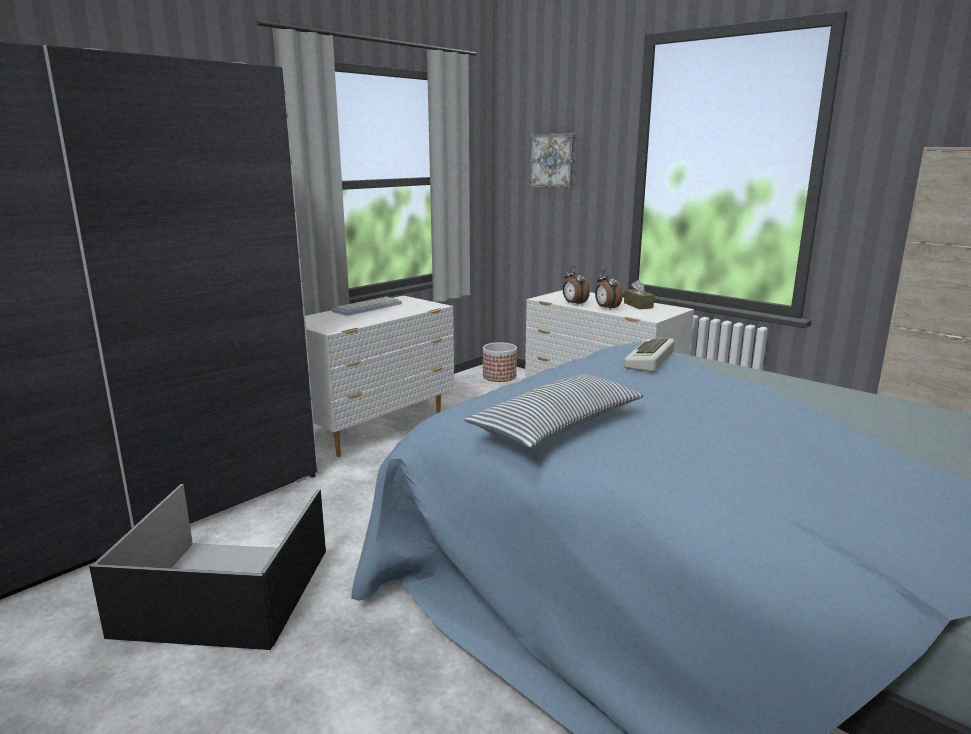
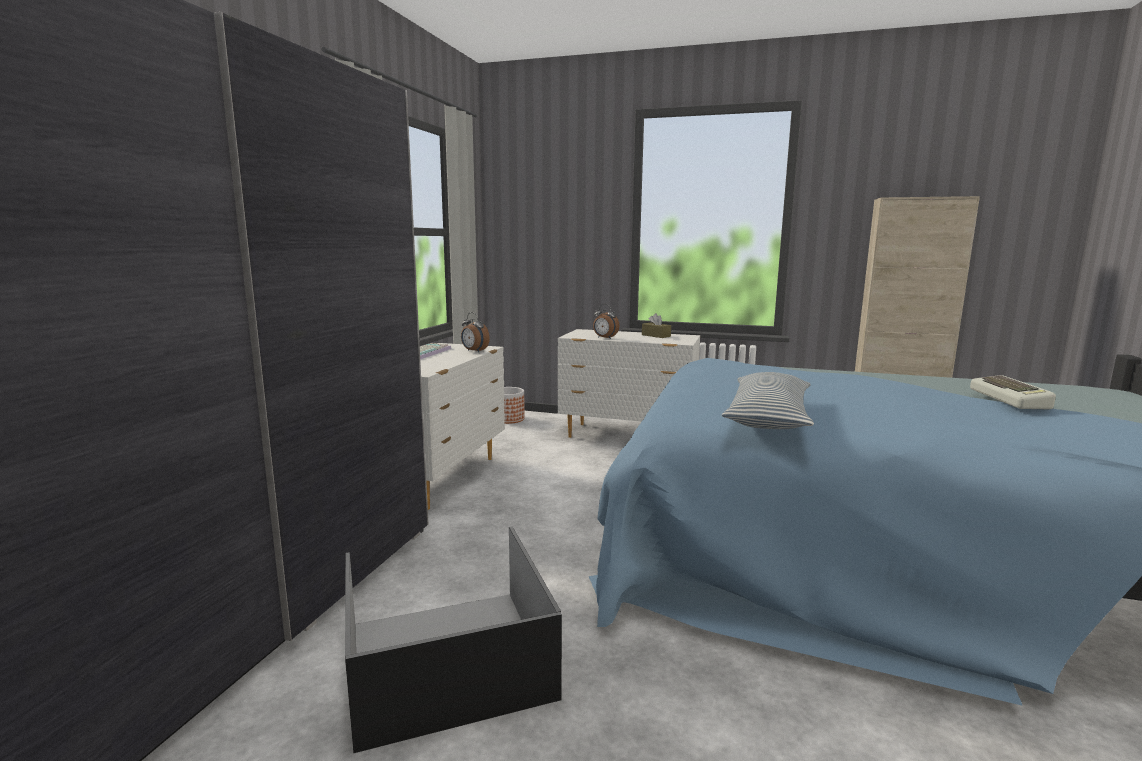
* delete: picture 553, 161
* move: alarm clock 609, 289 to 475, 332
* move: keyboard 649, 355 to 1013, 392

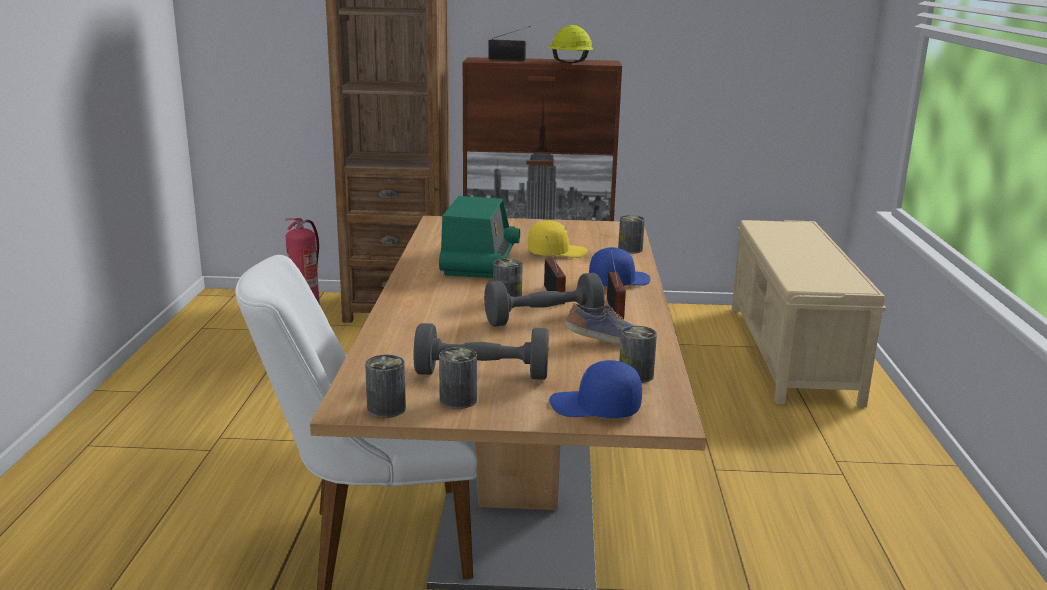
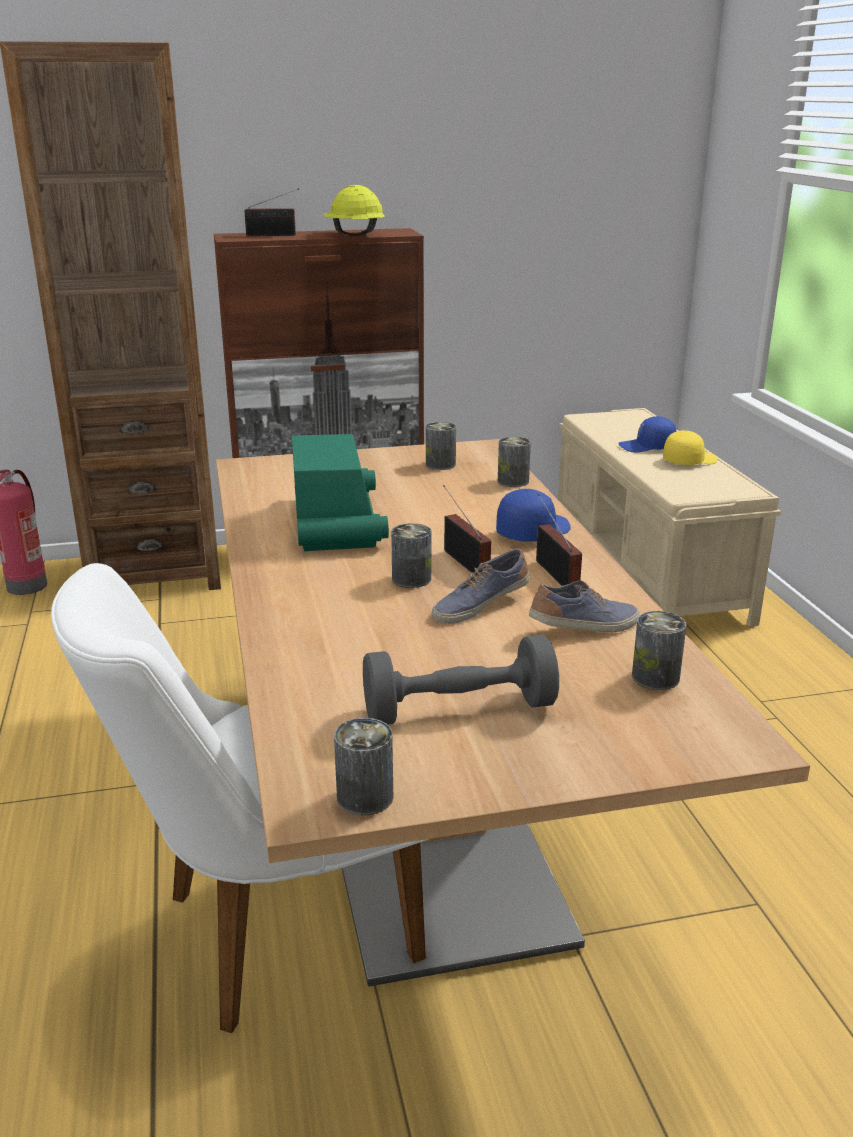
* move: cap (yellow) 558, 239 to 690, 447
* replace: dumbbell (grey) 544, 300 to shoe 481, 586
* move: can 458, 378 to 441, 446
* move: cap (blue) 595, 389 to 647, 434

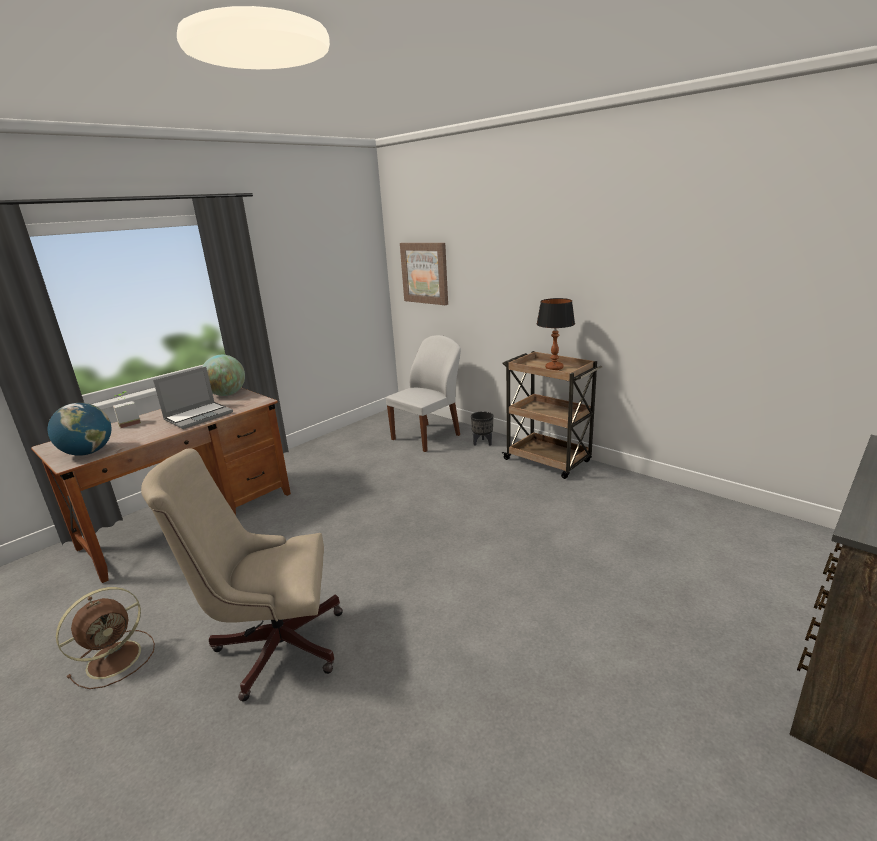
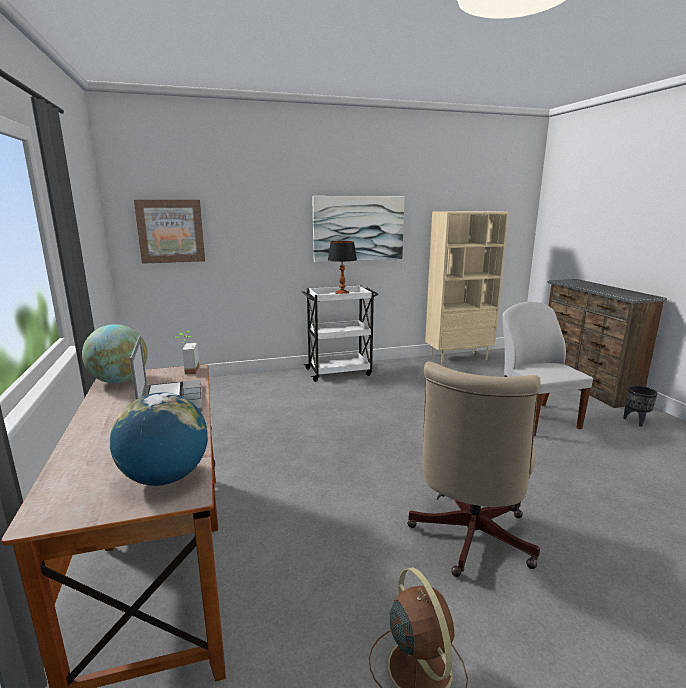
* move: chair (white) 423, 393 to 547, 368
* recolor: cart (brown) 552, 415 to cart (white) 340, 334
* move: potted plant 127, 409 to 187, 352
* move: planter (black) 482, 428 to 640, 406
* insert: picture 358, 229
* insert: bookcase (beige) 467, 288

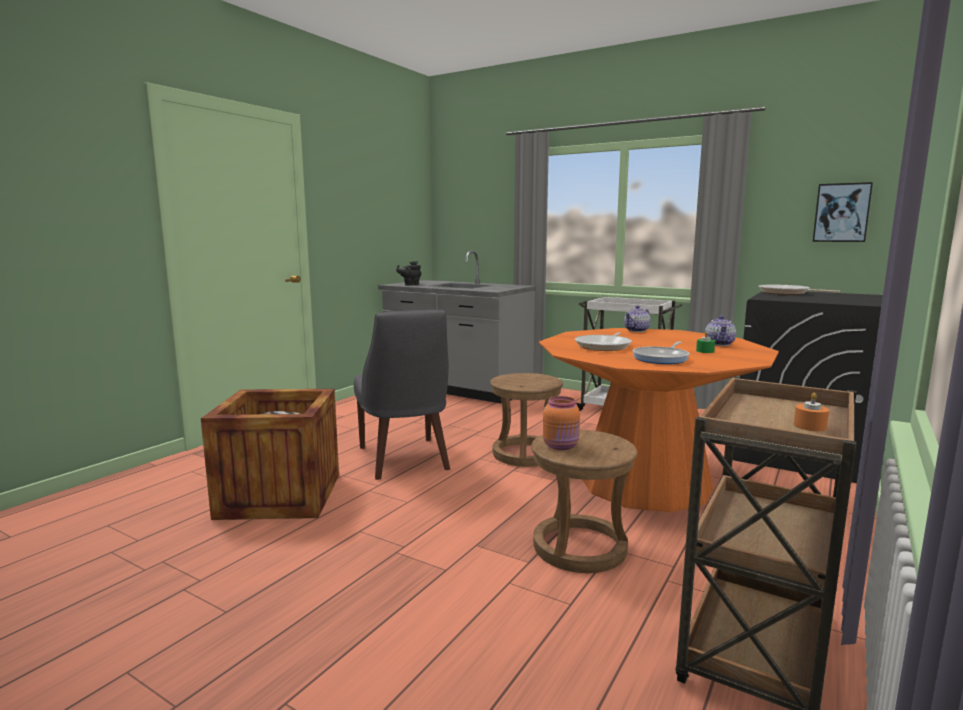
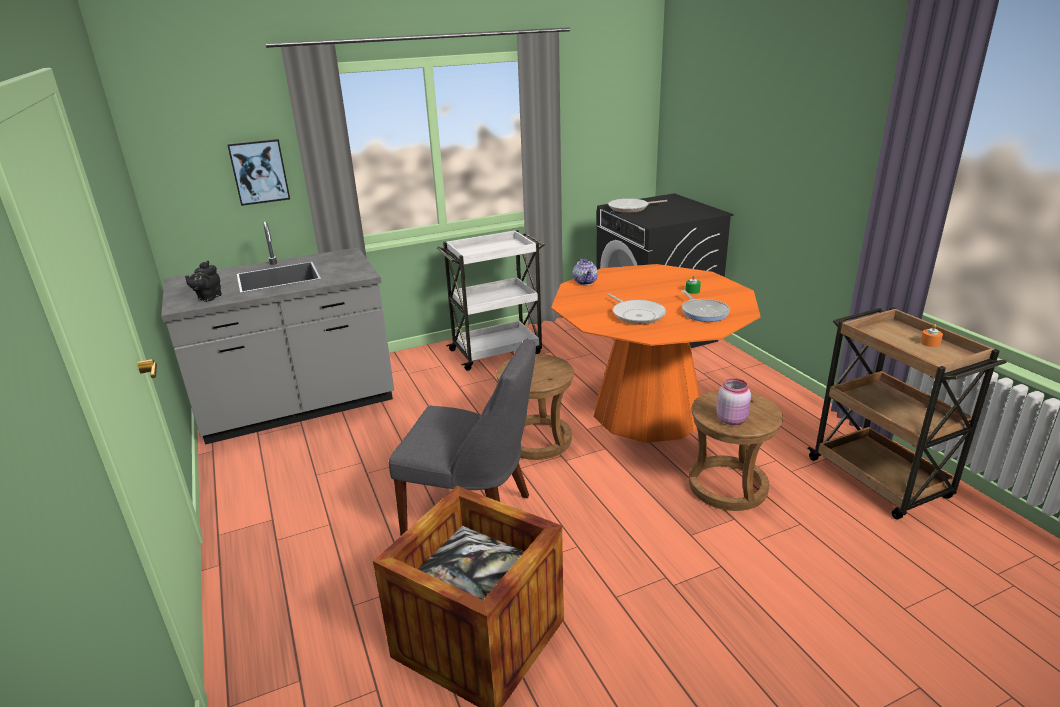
* move: picture 843, 212 to 258, 172
* delete: teapot 720, 331
* recolor: jar (orange) 561, 423 to jar (pink) 733, 401

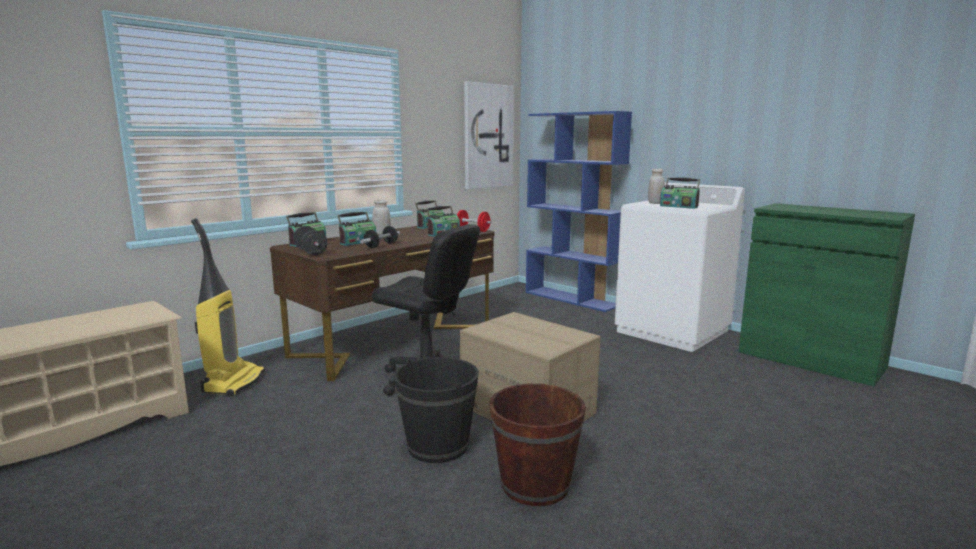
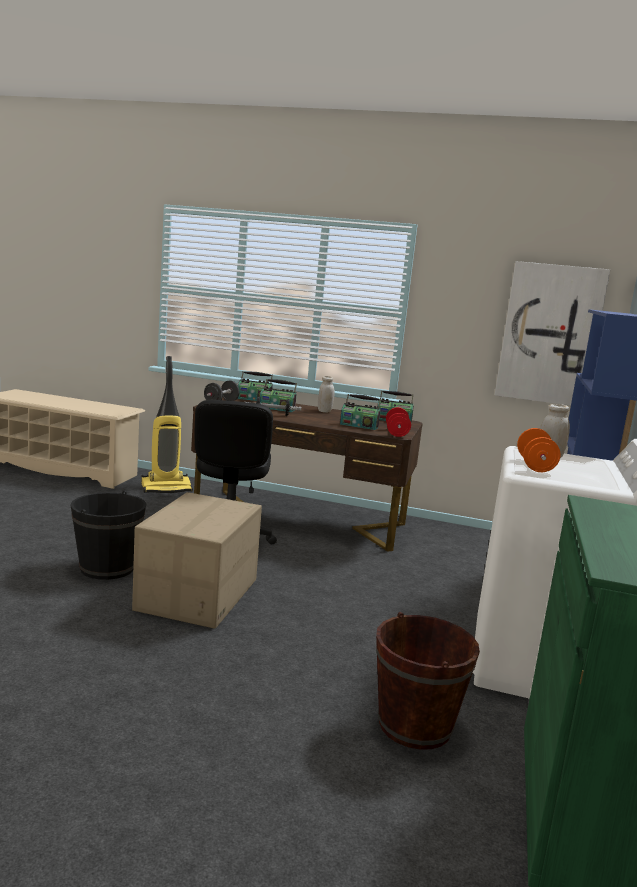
* replace: radio 680, 193 to dumbbell (orange) 539, 450
* move: bucket (brown) 538, 445 to 428, 681

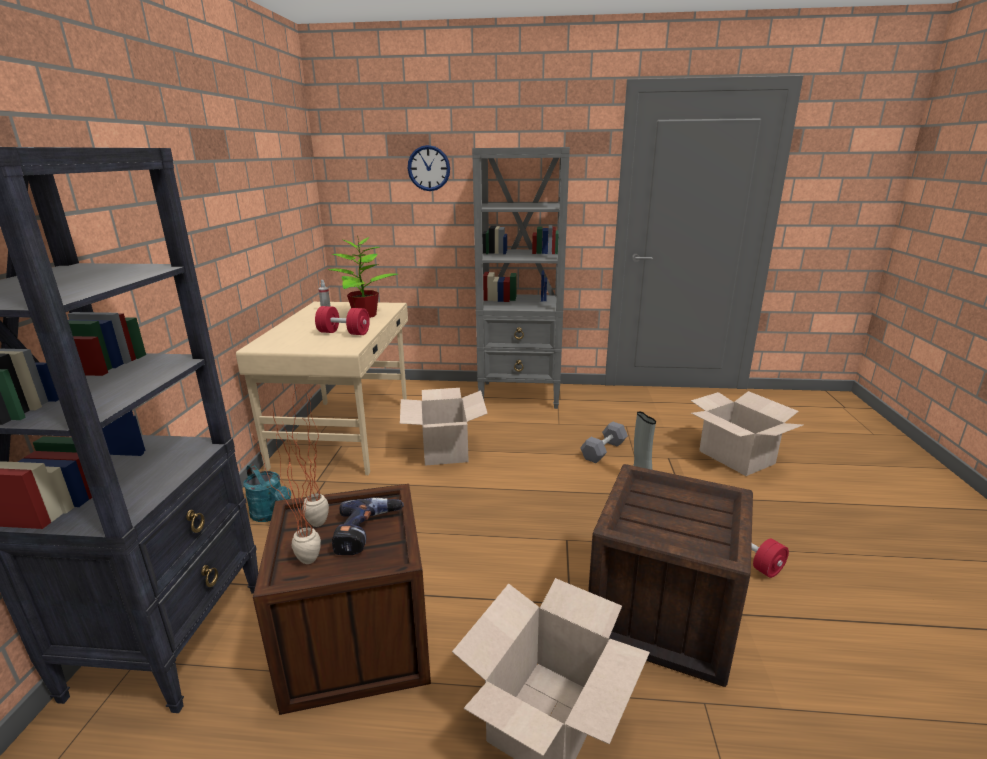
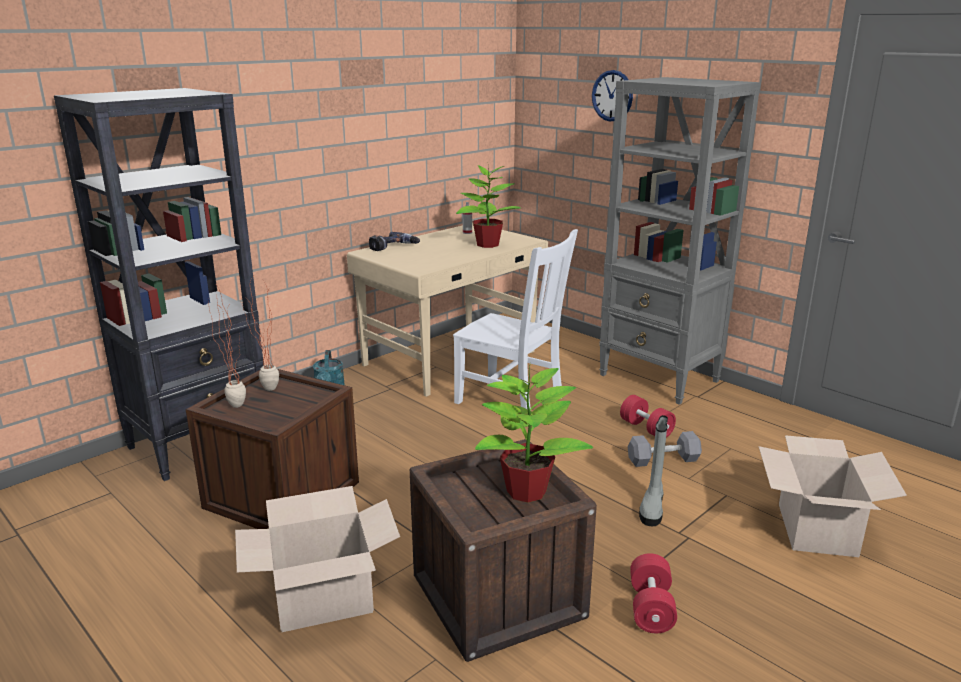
* move: dumbbell (red) 342, 320 to 648, 416
* replace: cardboard box 444, 427 to chair (white) 515, 320
* move: power drill 368, 526 to 394, 241
* insert: potted plant 534, 433

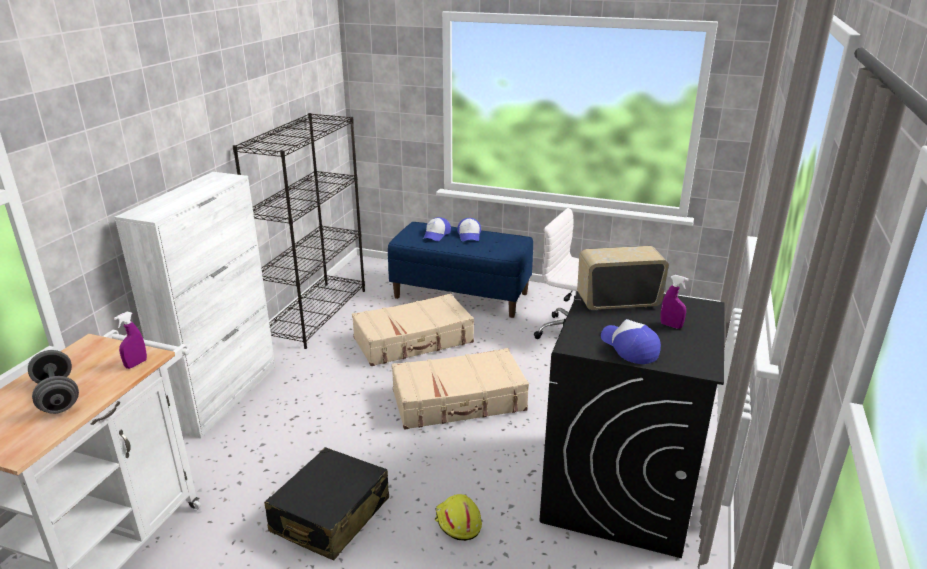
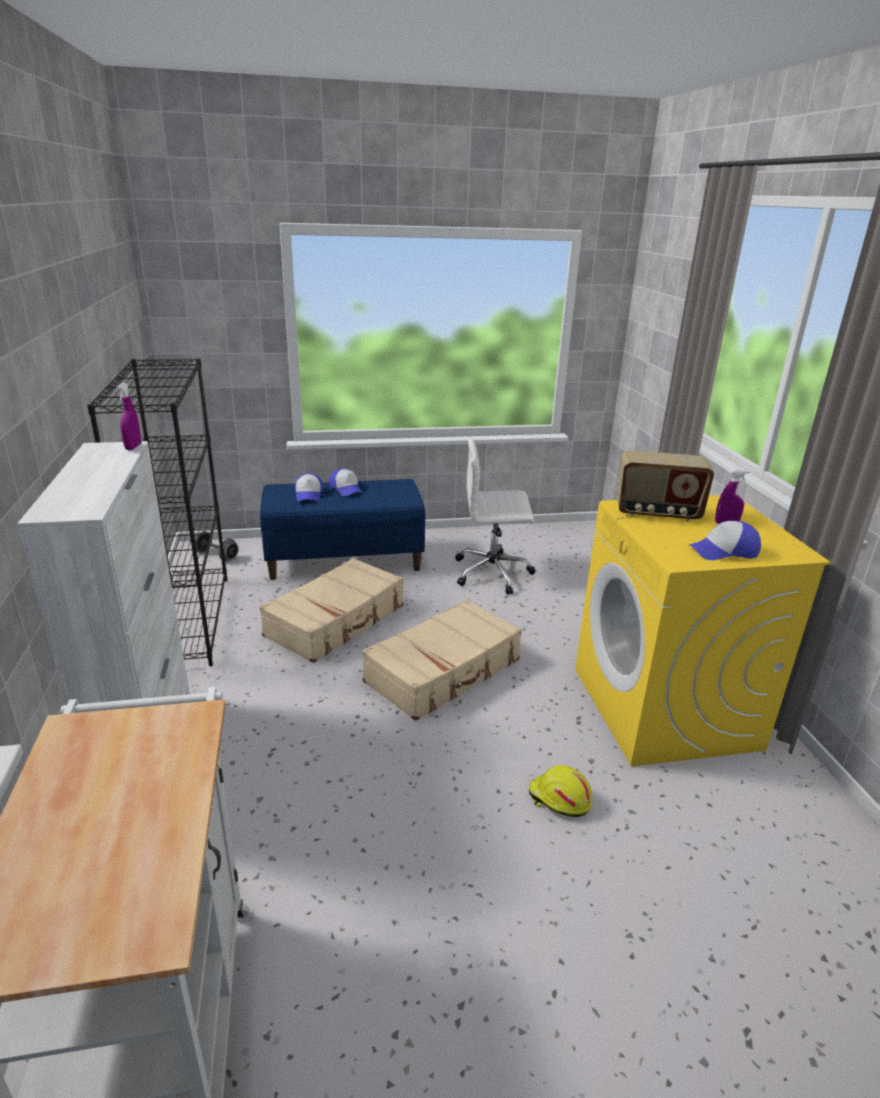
* rotate: radio 623, 278 = 665, 485 135 degrees counterclockwise
* recolor: washing machine (black) 631, 424 to washing machine (yellow) 703, 630
* move: spray bottle (purple) 130, 340 to 128, 416
* rotate: cap 631, 341 = 724, 540 45 degrees counterclockwise
* move: dumbbell (grey) 53, 382 to 216, 546
* delete: suitcase (black) 326, 503

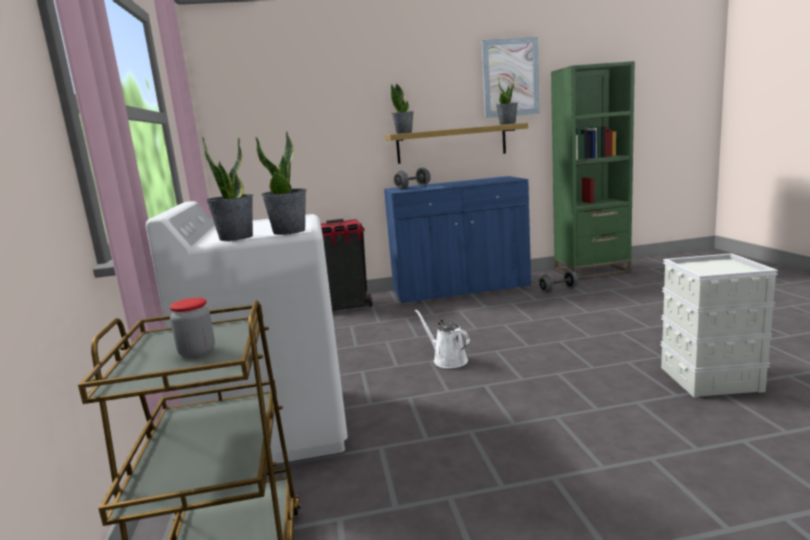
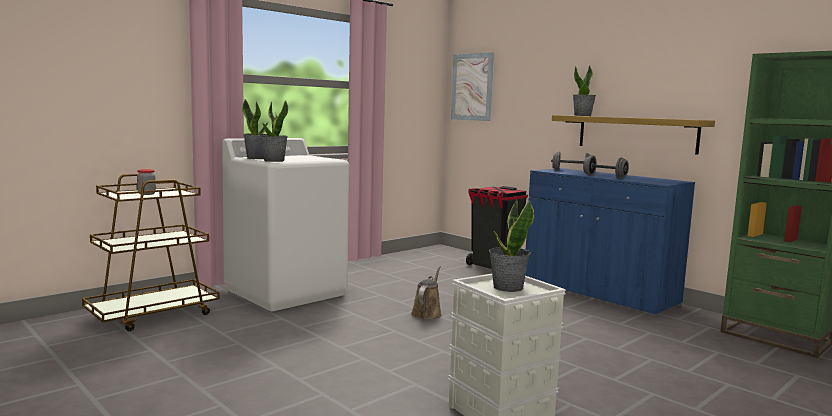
* move: picture 511, 77 to 472, 86
* move: potted plant 507, 99 to 511, 245
* move: dumbbell (grey) 558, 281 to 606, 167
* recolor: watering can (white) 442, 338 to watering can (brown) 426, 293

